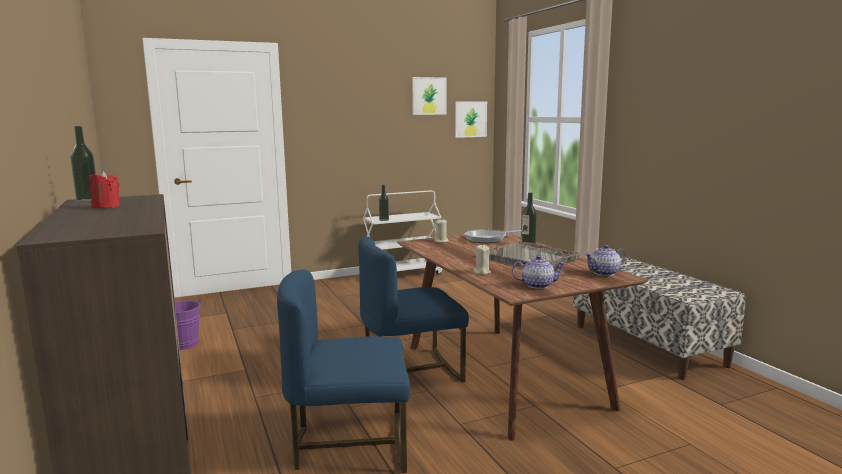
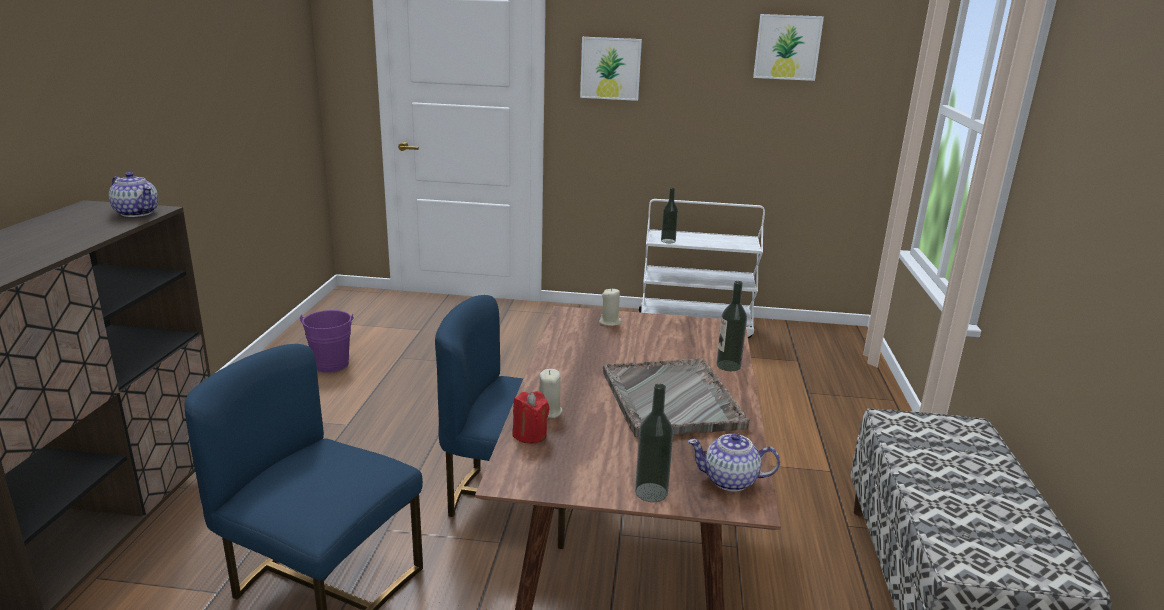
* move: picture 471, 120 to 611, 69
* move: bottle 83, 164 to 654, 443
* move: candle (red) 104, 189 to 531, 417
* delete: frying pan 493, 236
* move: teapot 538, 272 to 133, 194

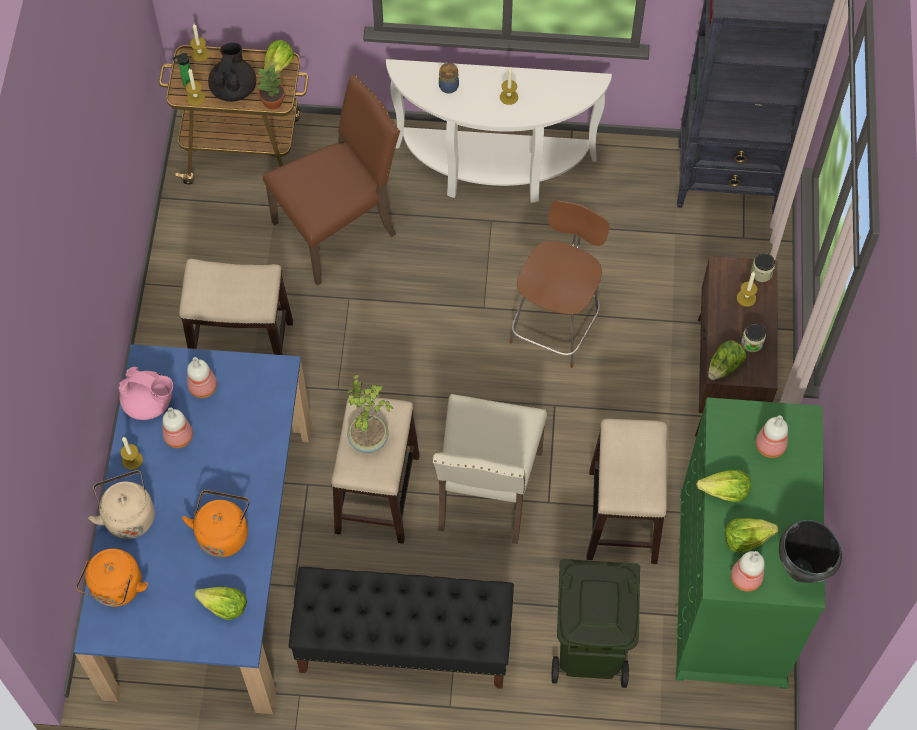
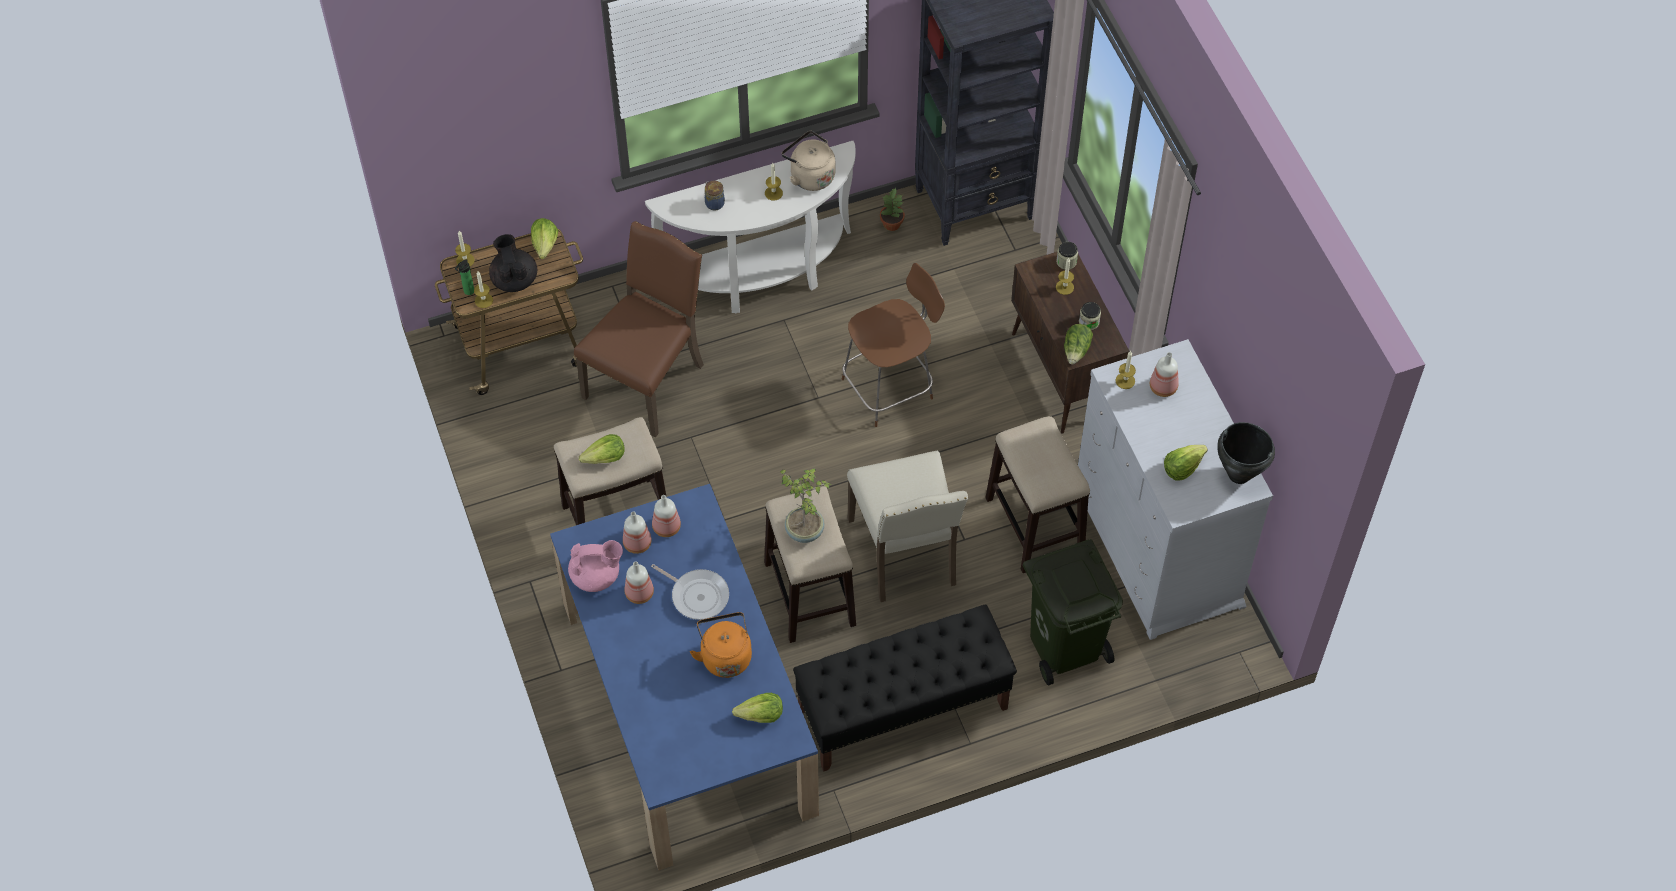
* move: potted plant 271, 87 to 892, 209
* rotate: chair (brown) 559, 284 = 893, 345 60 degrees clockwise
* recolor: dresser (green) 750, 543 to dresser (white) 1175, 489
* move: candle 131, 453 to 1126, 370
* move: kettle (beige) 121, 504 to 808, 161
* move: lettuce 723, 486 to 602, 449
* delete: kettle (orange) 112, 578
* move: bottle 748, 571 to 666, 516
* insert: frying pan 690, 592

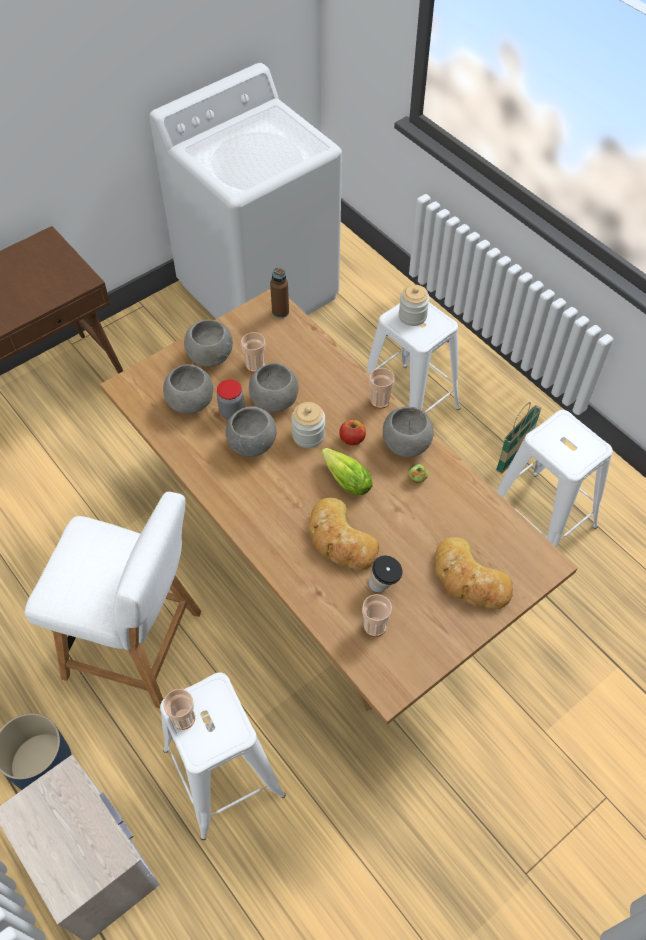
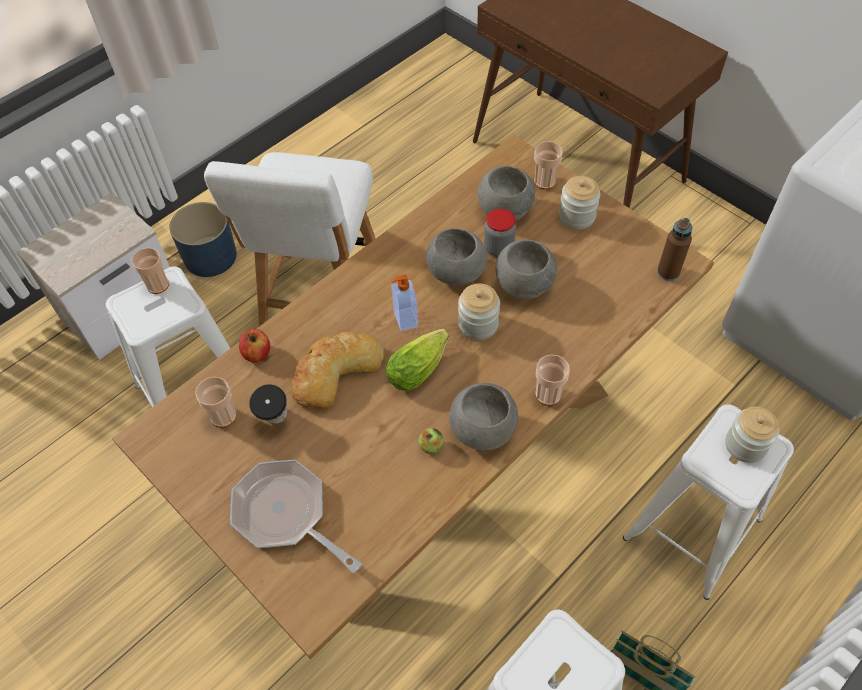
* replace: bowl (grey) 208, 343 to jar 579, 202
* move: cup 253, 352 to 548, 165
* move: apple 352, 432 to 254, 346
* replace: bread 474, 573 to frying pan 296, 516
* insert: soap dispenser 404, 303

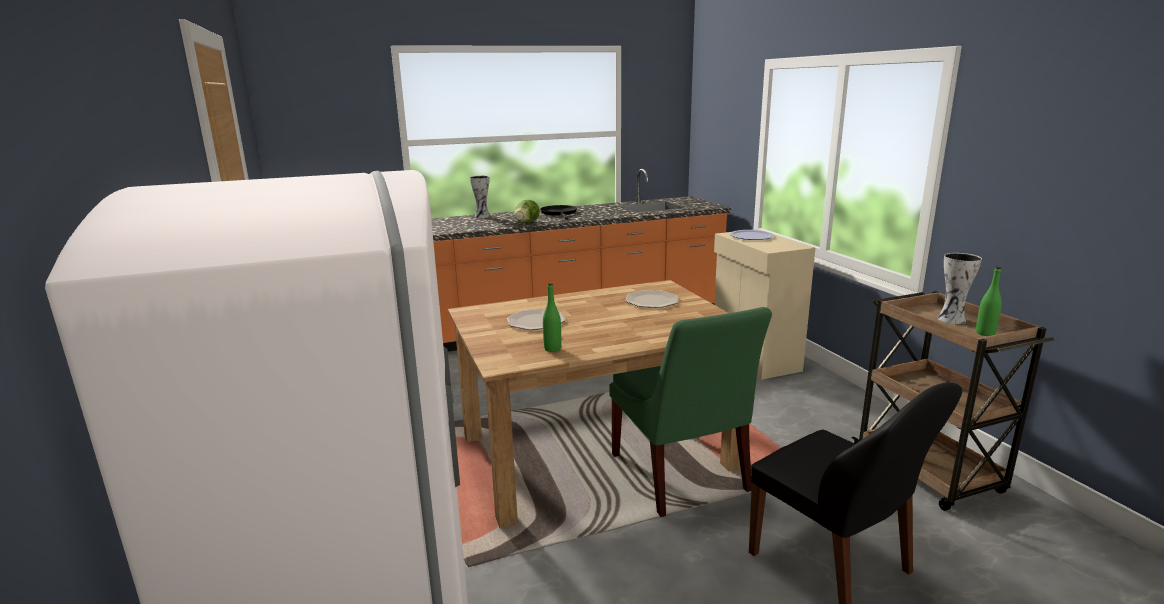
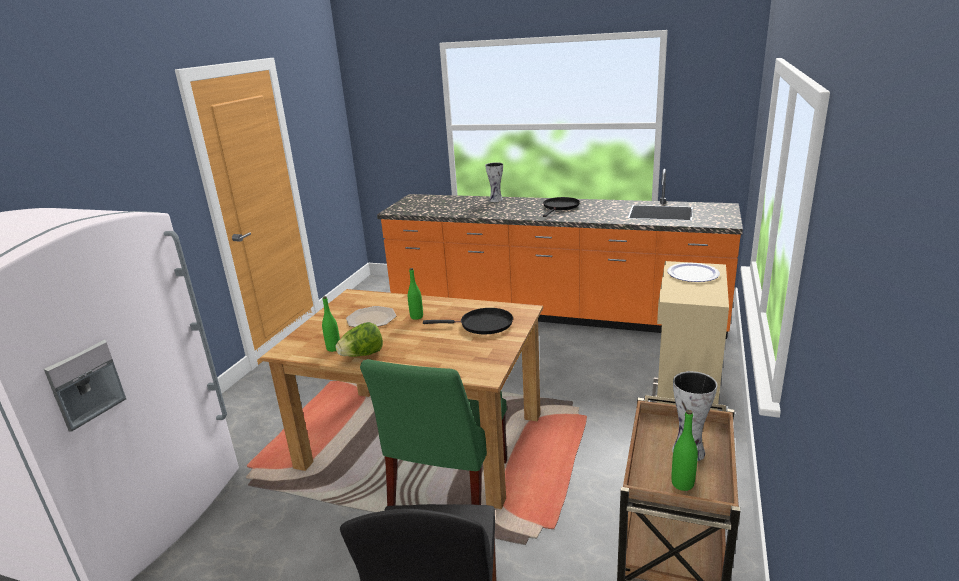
* move: lettuce 527, 211 to 359, 339
* replace: plate 652, 299 to frying pan (black) 468, 321
* insert: bottle (green) 415, 294

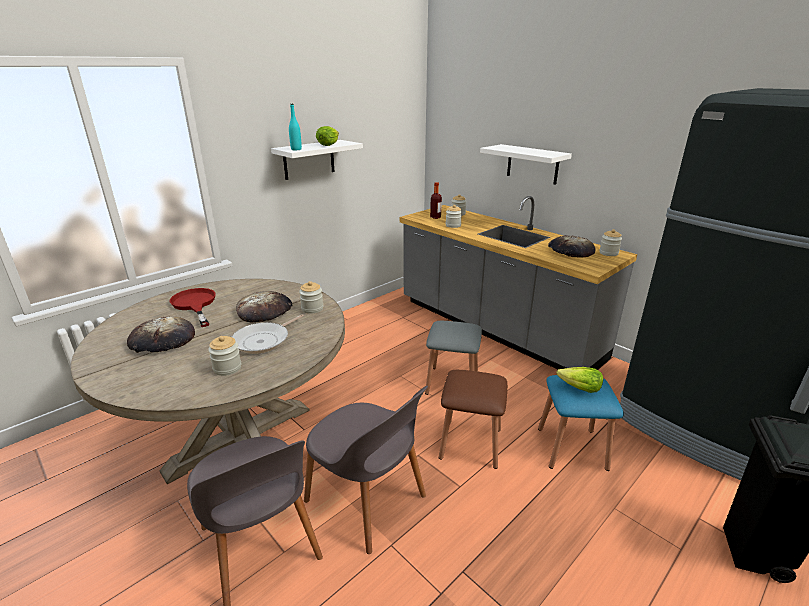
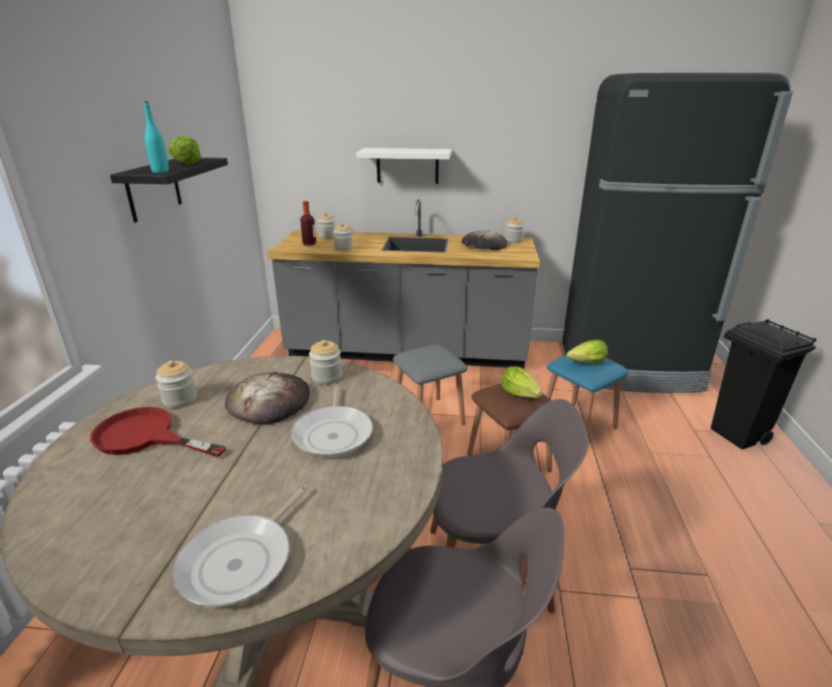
* recolor: shelf (white) 317, 160 to shelf (black) 169, 190
* delete: bread 161, 334
* move: jar 225, 356 to 176, 384
* insert: lettuce 522, 382
* insert: frying pan 241, 546

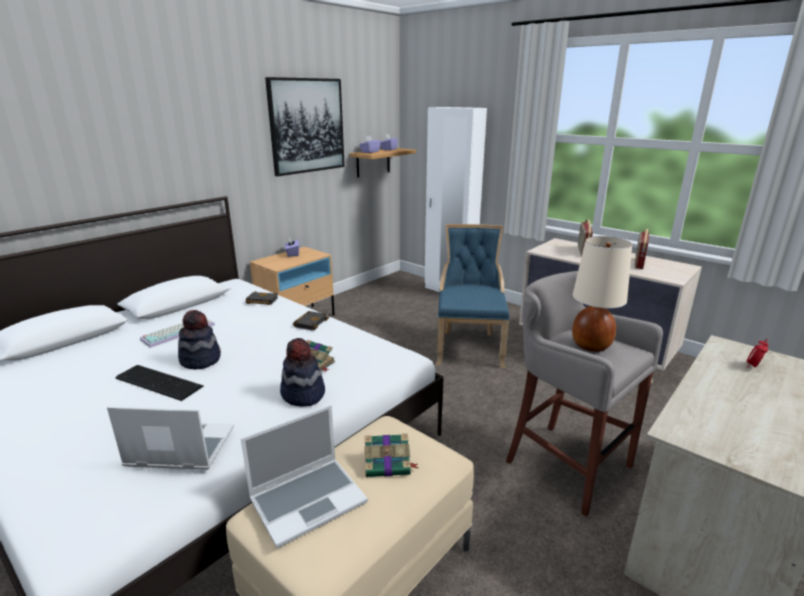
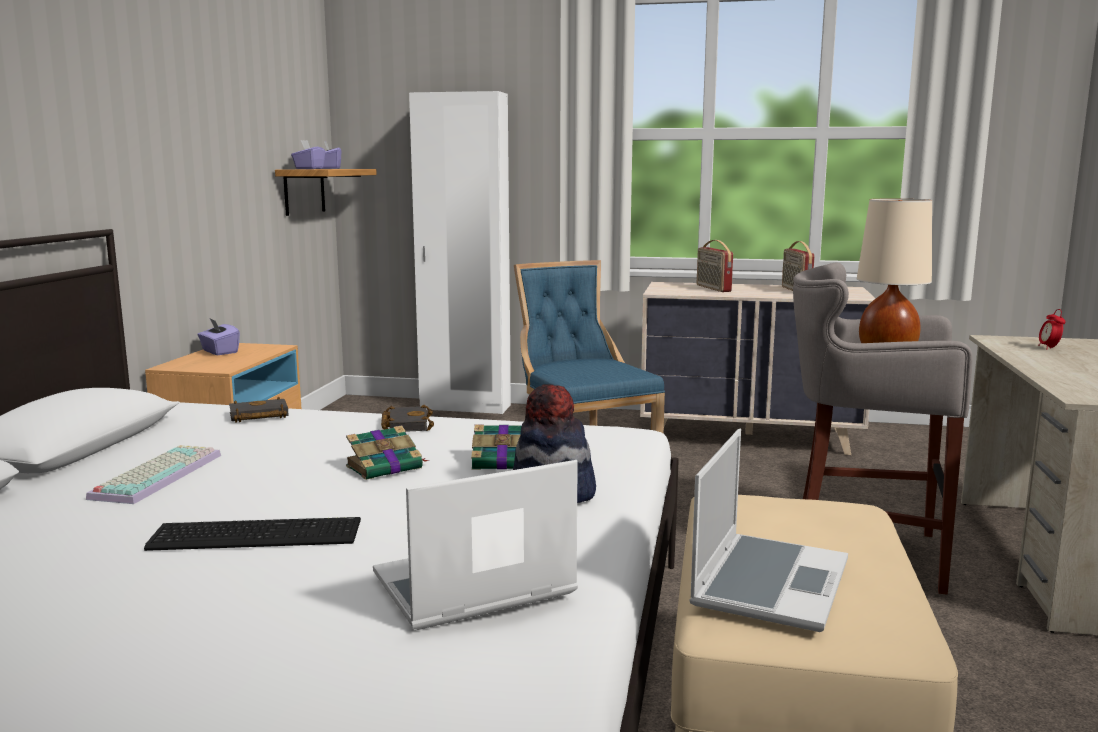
* delete: picture 305, 127
* delete: hat 199, 340
* move: book 391, 455 to 387, 452

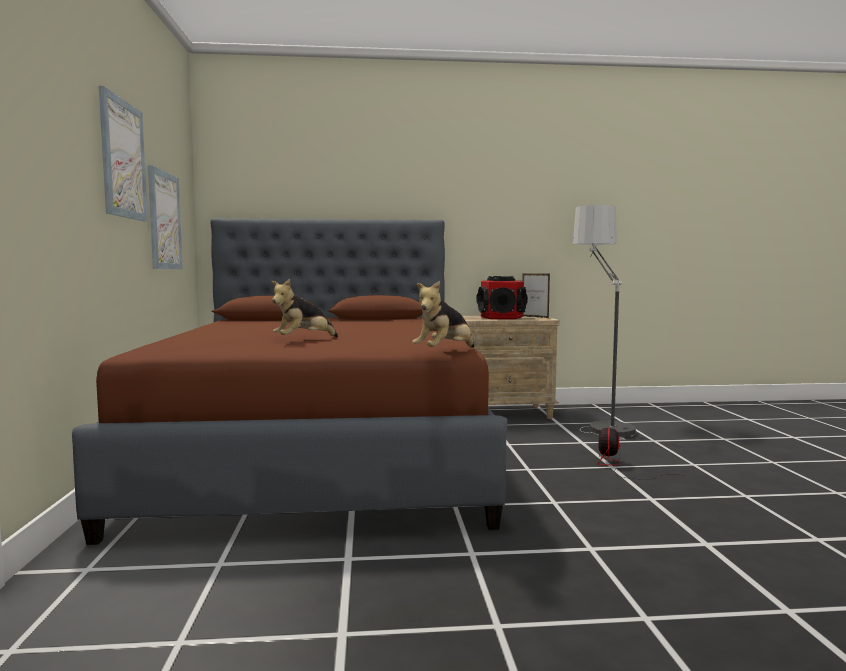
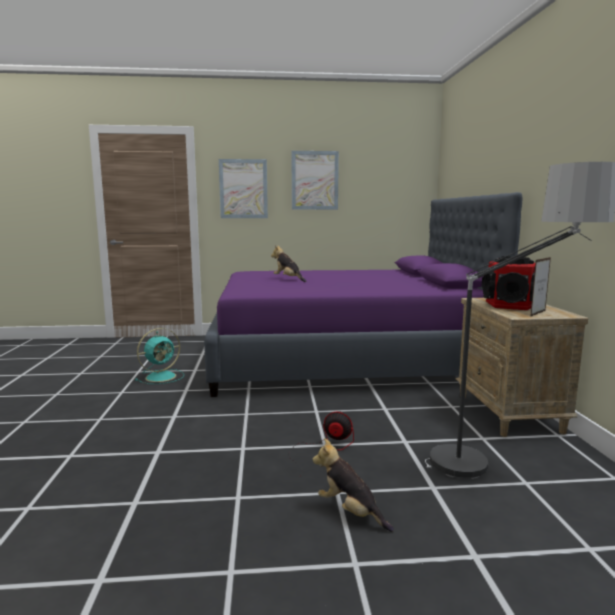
* move: picture 165, 217 to 243, 188
* recolor: bed (brown) 290, 381 to bed (purple) 363, 294
* move: plush toy 443, 314 to 353, 485
* insert: fan (turquoise) 159, 356

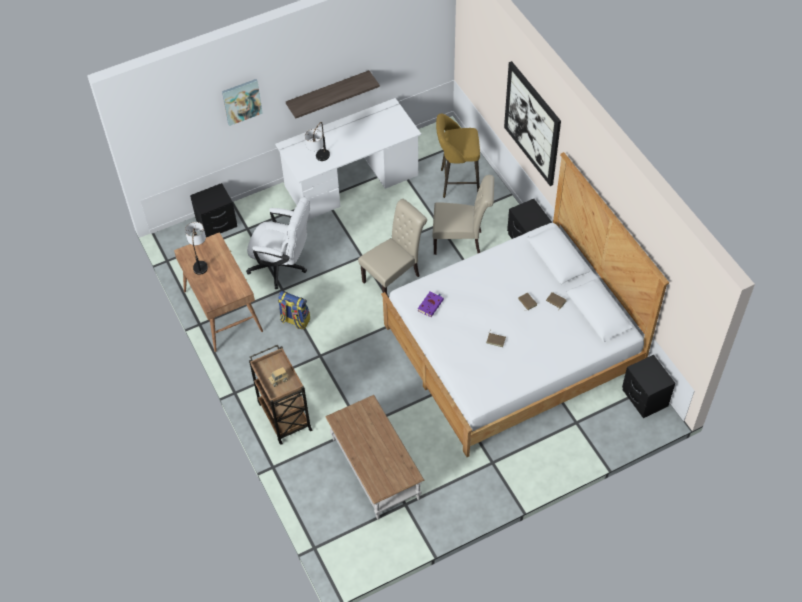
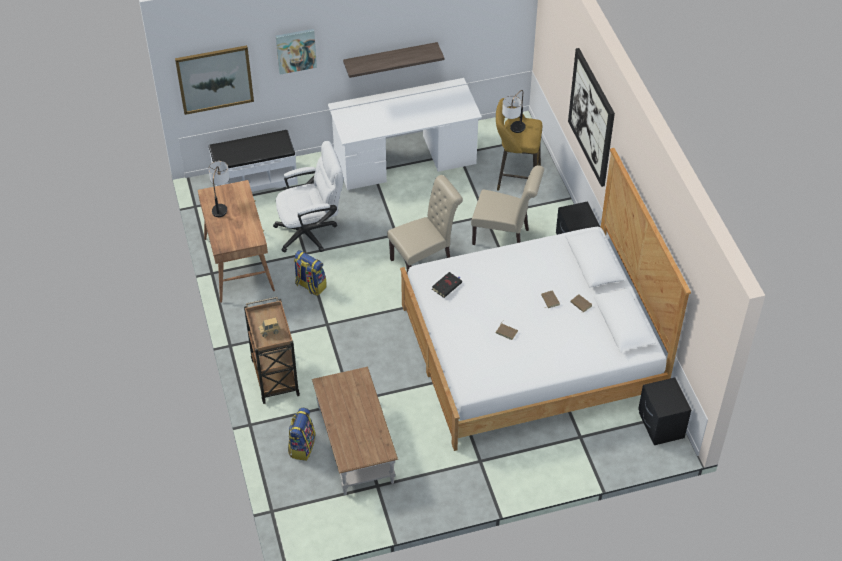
* move: table lamp 317, 141 to 514, 111
* replace: nightstand (black) 213, 210 to bench (white) 253, 161
* rotate: office chair (white) 278, 243 = 308, 197 45 degrees counterclockwise
* recolor: book (purple) 431, 304 to book (black) 447, 285
* insert: picture 214, 80
* insert: backpack 301, 434

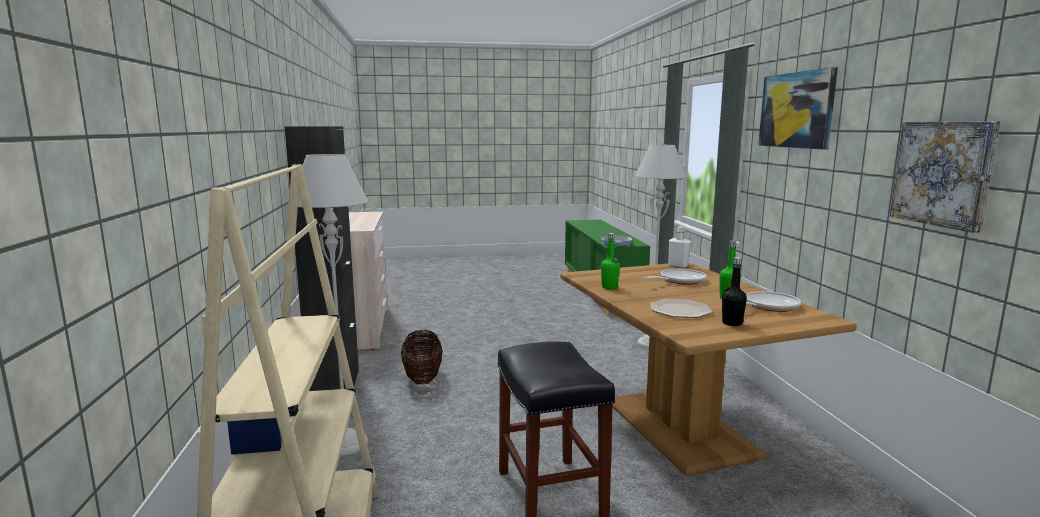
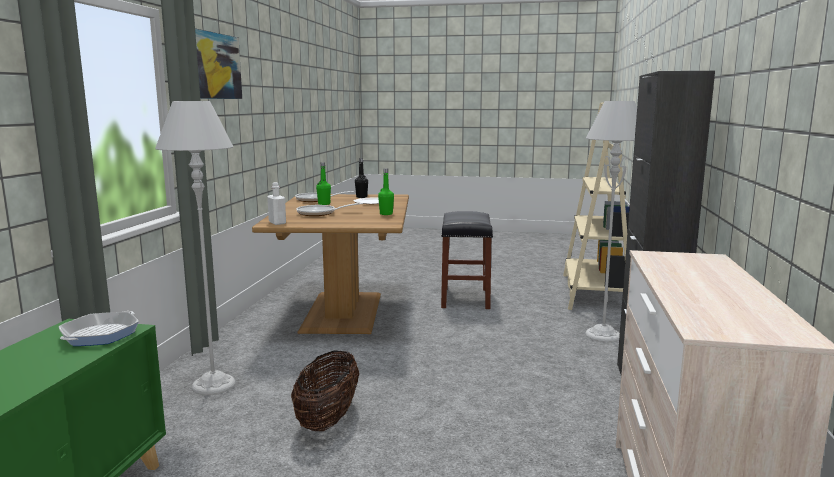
* delete: picture 945, 177
* move: basket 422, 357 to 325, 390

